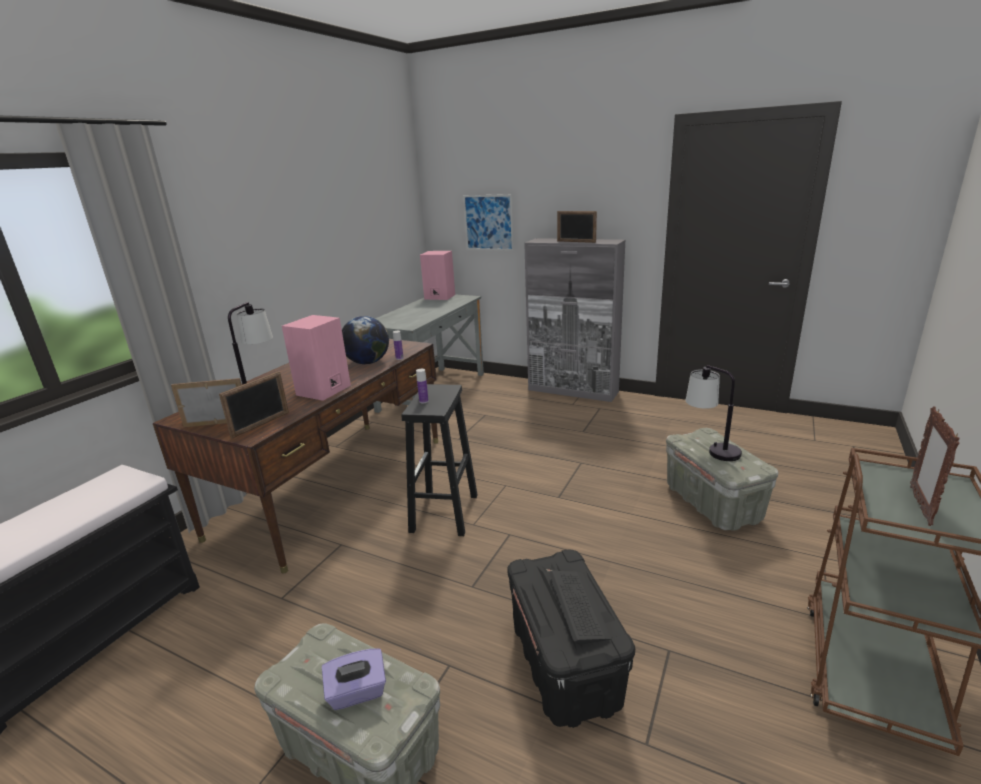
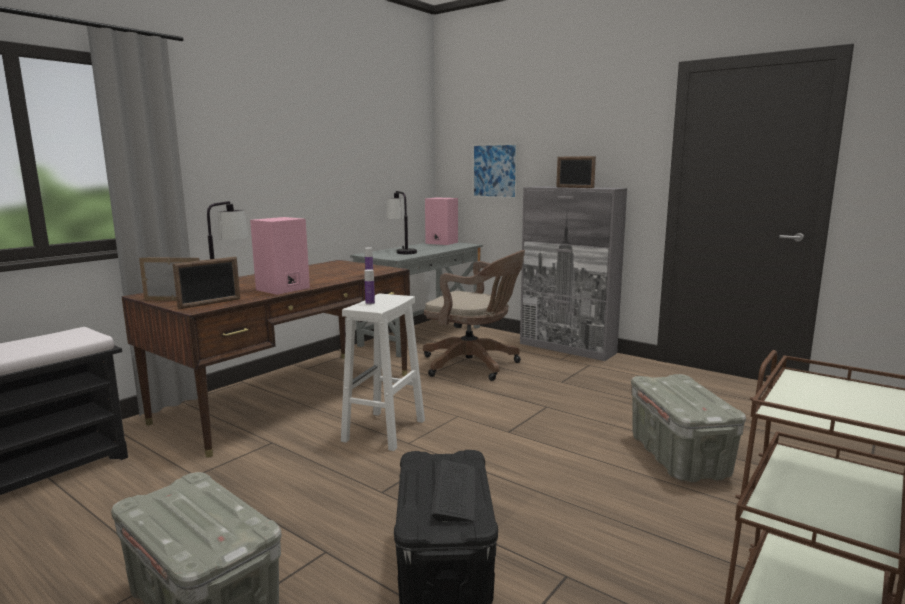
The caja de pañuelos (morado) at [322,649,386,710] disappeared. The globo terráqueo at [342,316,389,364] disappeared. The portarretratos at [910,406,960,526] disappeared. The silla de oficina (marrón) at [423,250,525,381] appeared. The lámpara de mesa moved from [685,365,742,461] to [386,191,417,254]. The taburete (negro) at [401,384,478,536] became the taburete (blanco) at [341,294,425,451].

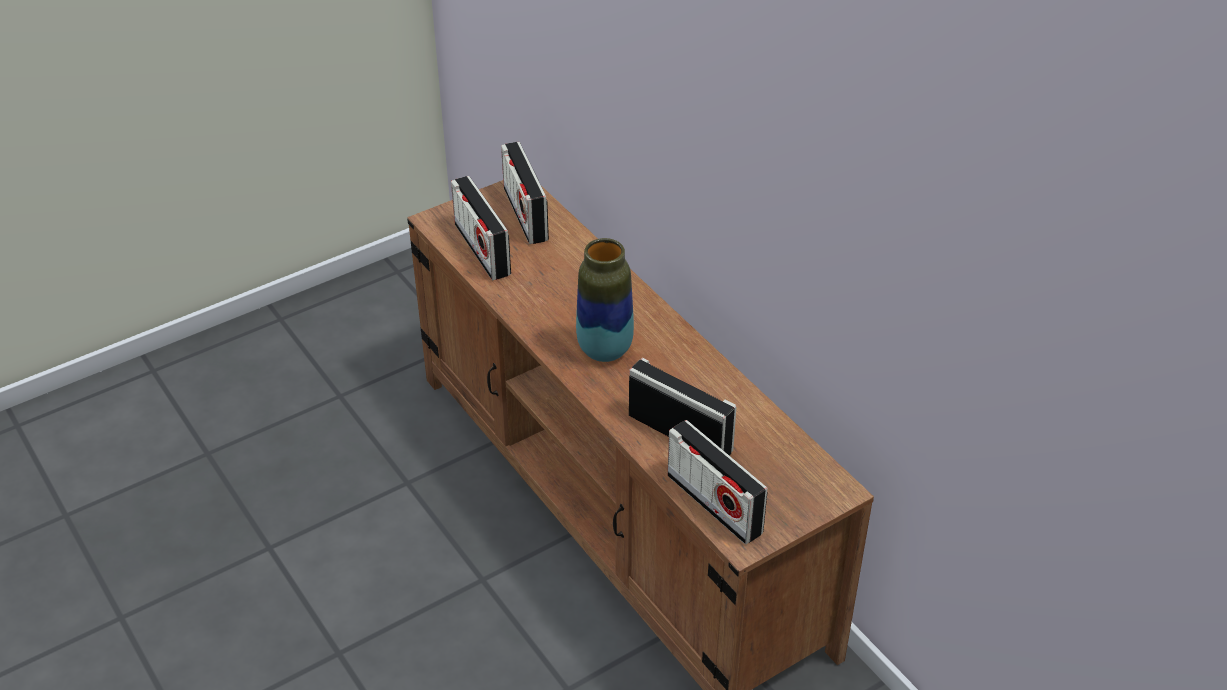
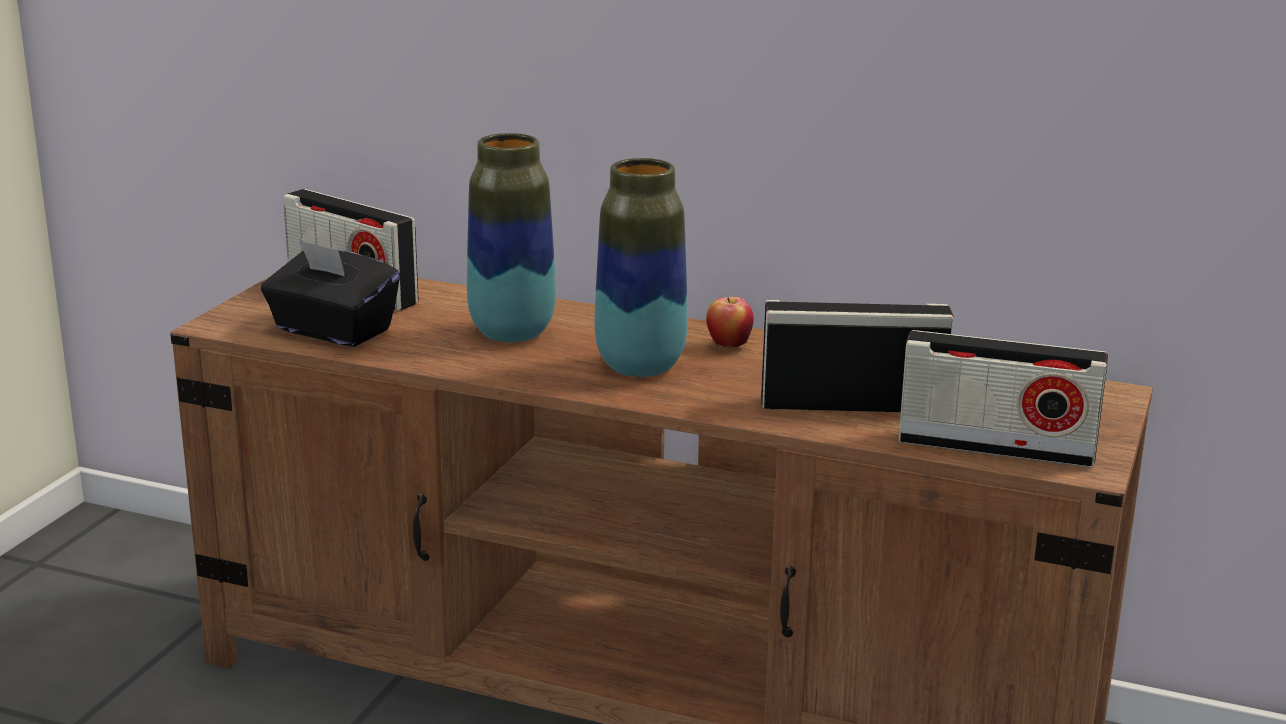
The florero at [467,133,556,342] appeared. The manzana at [706,297,754,347] appeared. The radio at [451,176,511,280] was replaced by the caja de pañuelos (negro) at [261,240,400,347].

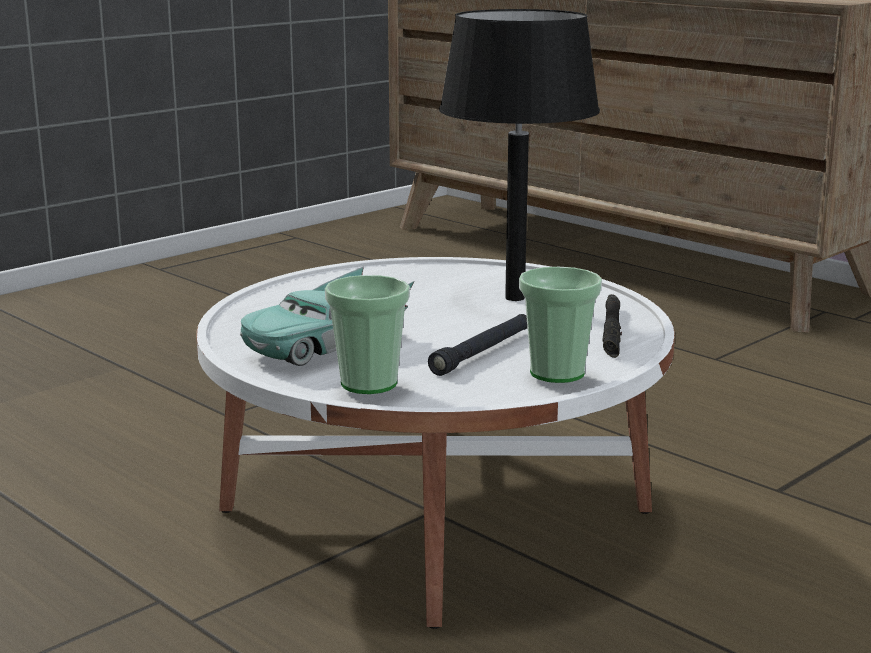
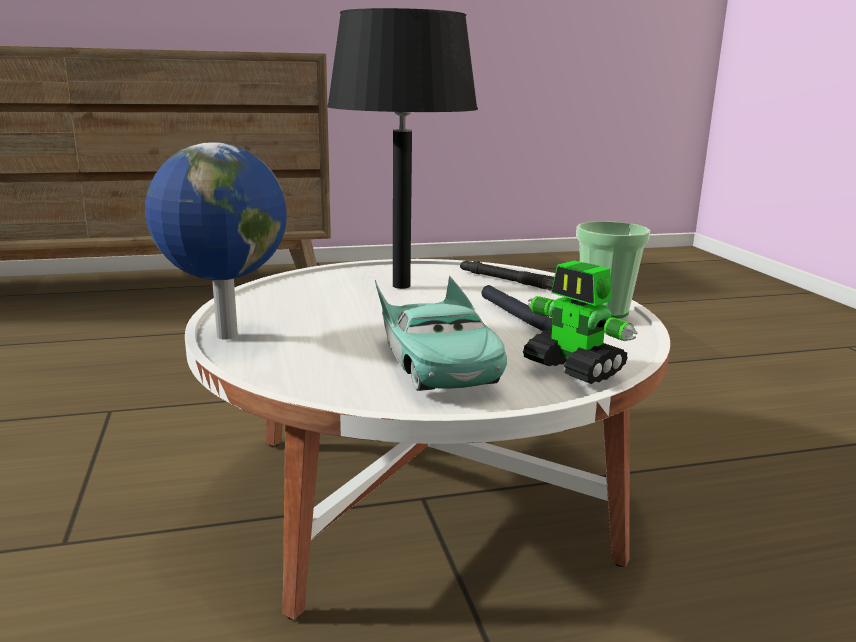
The globo terráqueo at [145,142,287,340] appeared. The taza at [325,275,410,394] was replaced by the robot de juguete at [523,260,637,384].

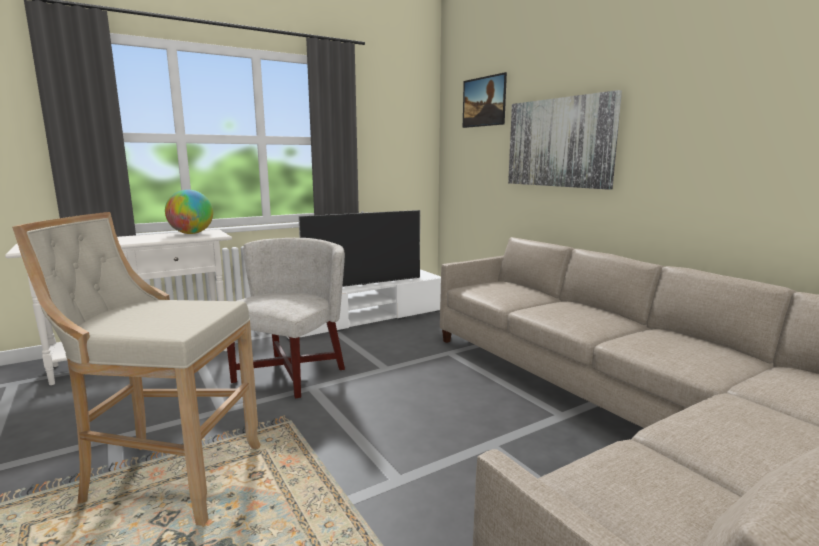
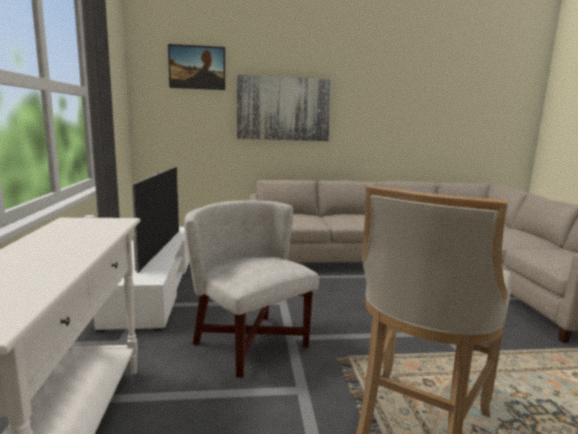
The globo terráqueo at [165,190,213,234] disappeared.

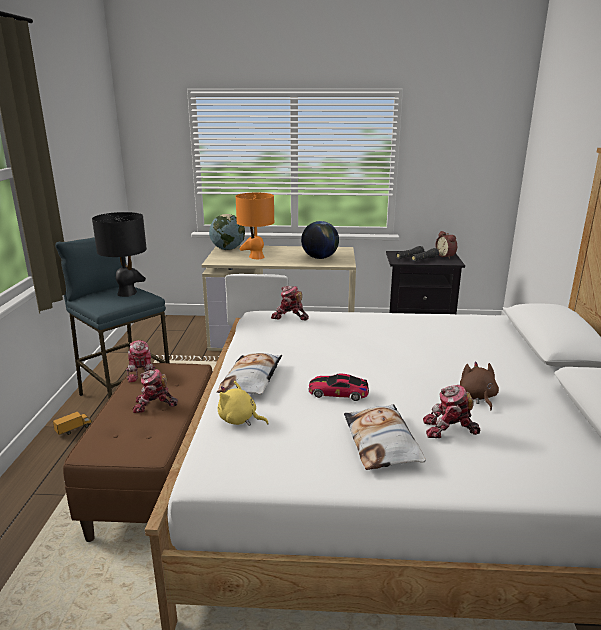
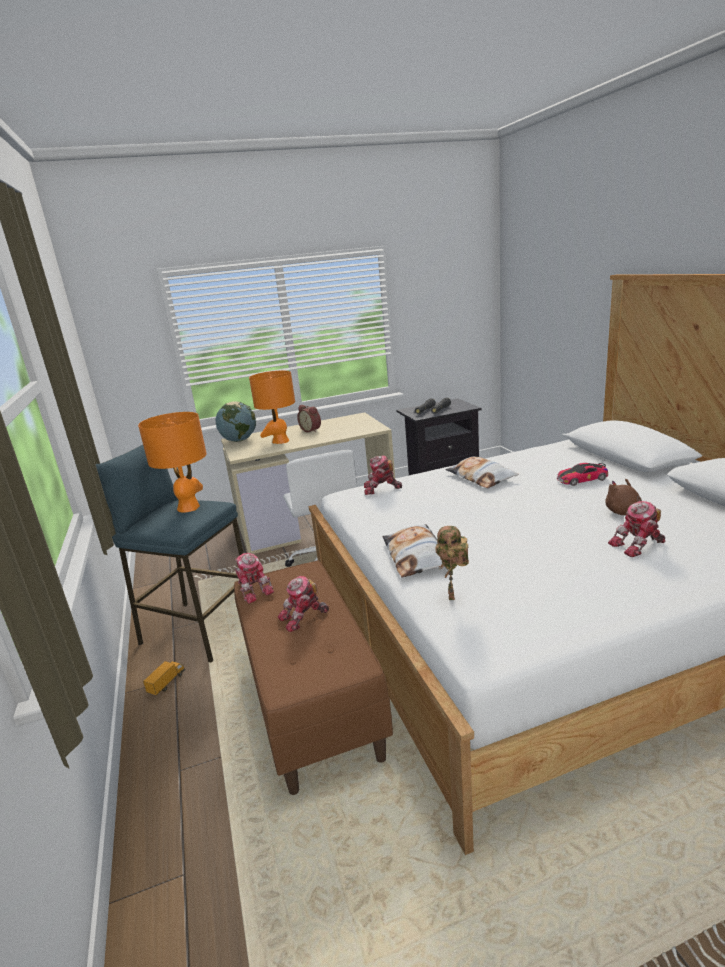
The globo terráqueo at [301,221,339,259] disappeared. The coche de juguete moved from [309,373,369,401] to [557,463,608,486]. The cojín moved from [344,404,426,470] to [445,456,519,488]. The despertador moved from [435,231,457,259] to [297,405,321,433]. The peluche (amarillo) at [218,381,269,426] was replaced by the robot de juguete at [435,526,469,600]. The lámpara de mesa (negro) at [92,212,147,297] became the lámpara de mesa (naranja) at [138,412,207,513].

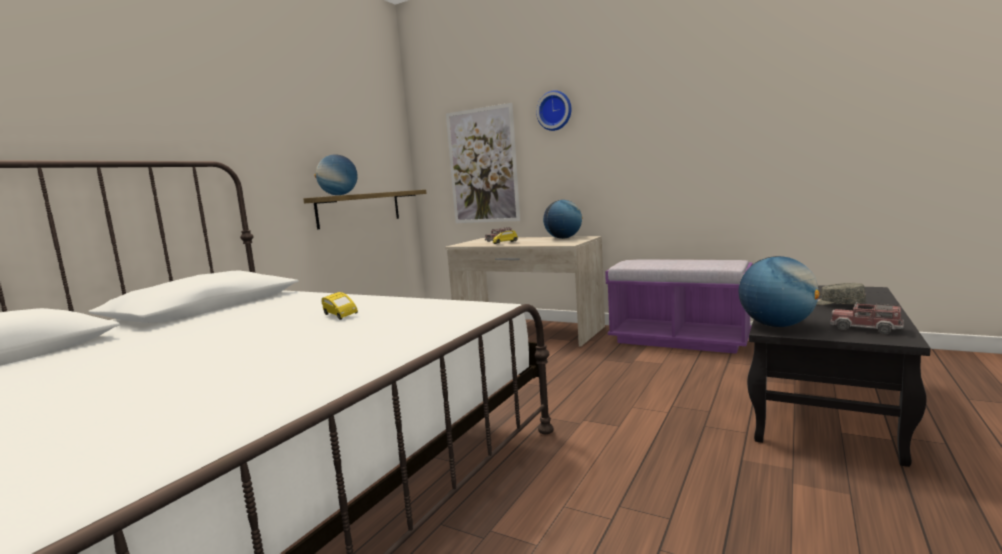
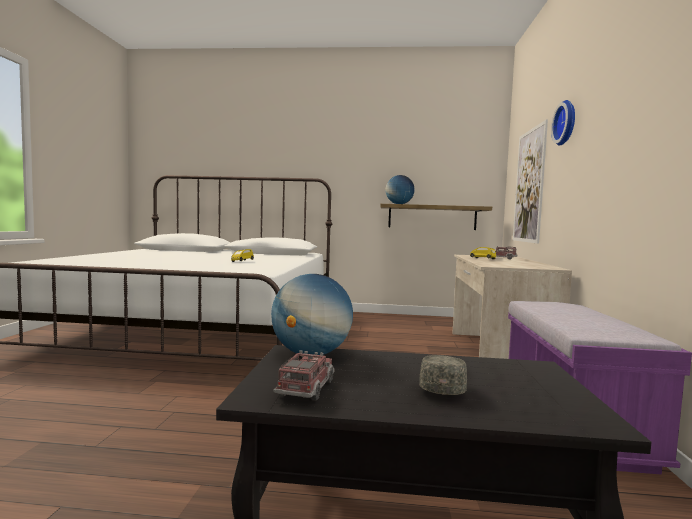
The globo terráqueo at [543,200,583,239] disappeared.

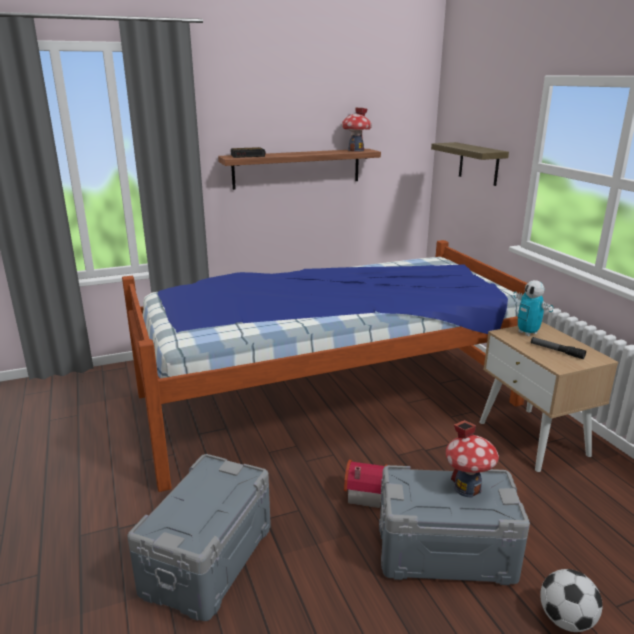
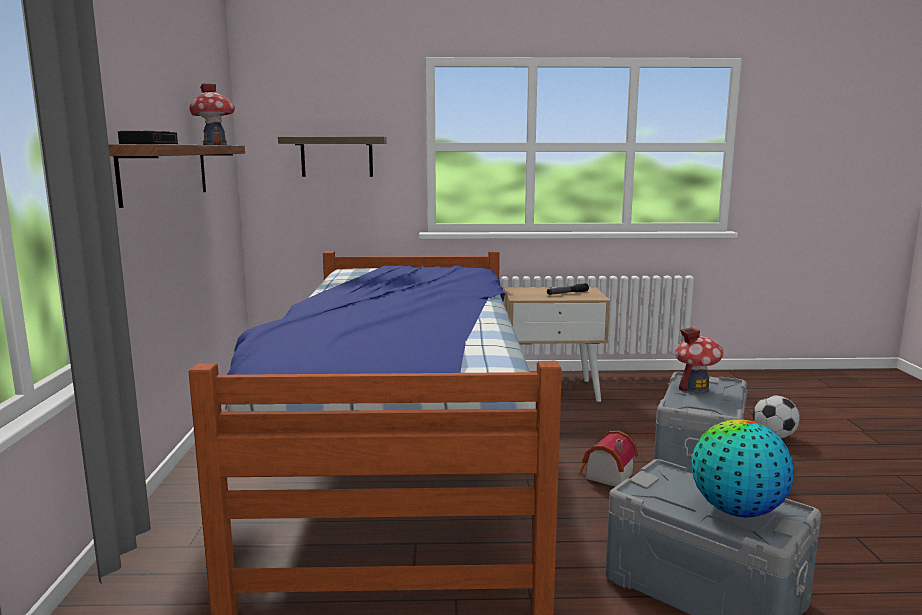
The robot de juguete at [514,280,554,336] disappeared. The globo terráqueo at [692,420,794,517] appeared.

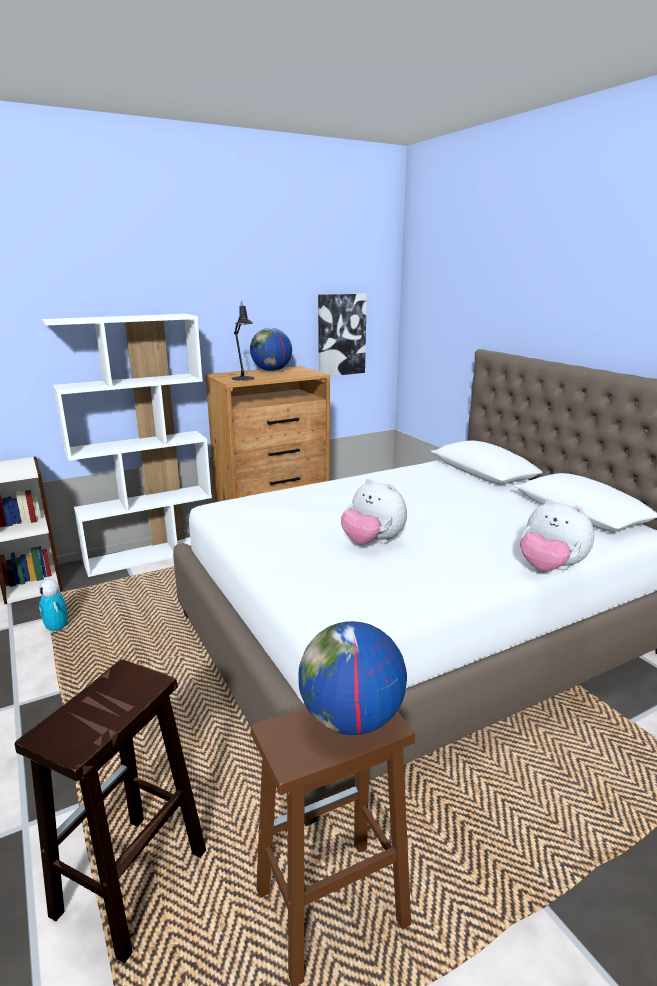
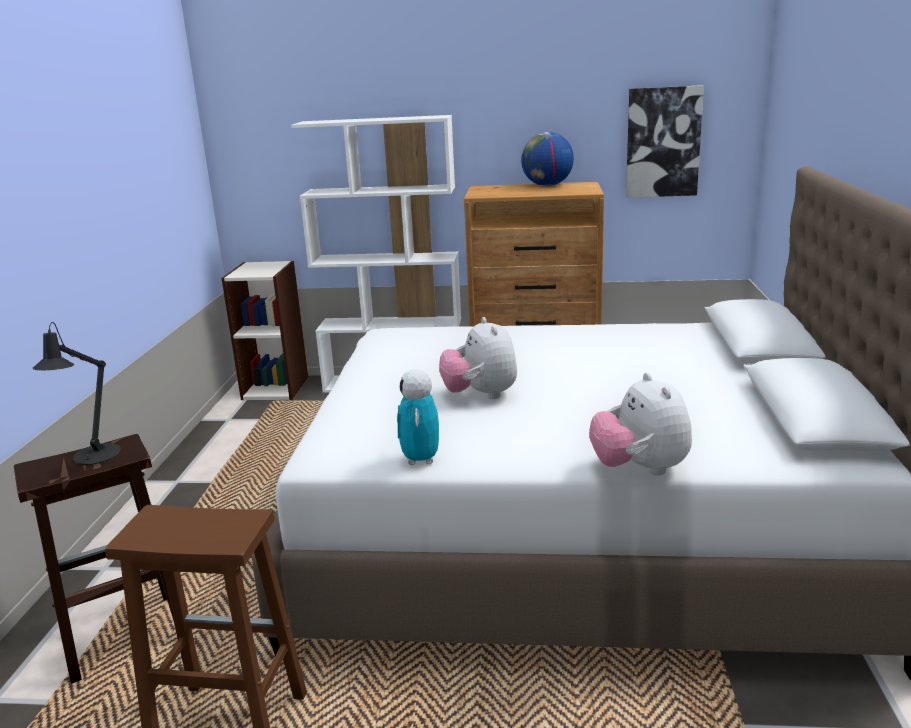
The globo terráqueo at [299,621,407,735] disappeared. The robot de juguete moved from [39,579,68,633] to [397,369,439,465]. The lámpara de mesa (negro) moved from [232,301,254,381] to [33,322,121,465].

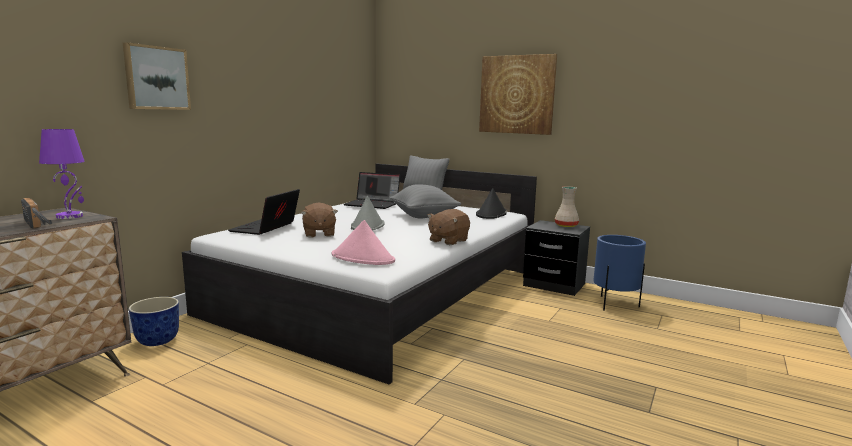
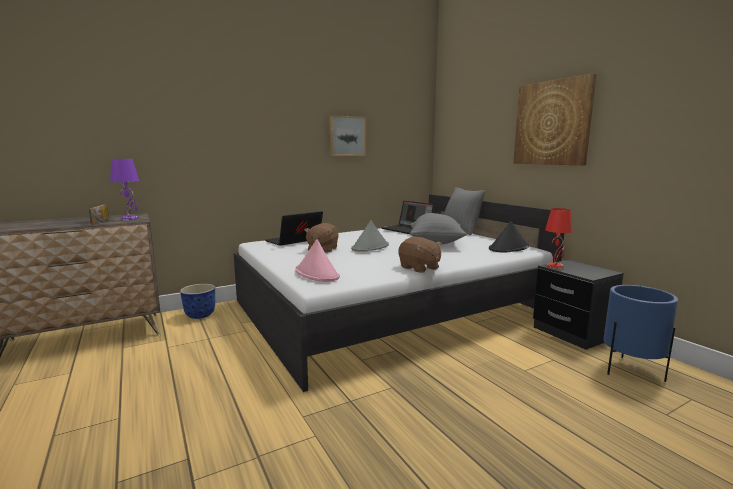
The florero (beis) at [554,186,579,227] disappeared. The lámpara de mesa (rojo) at [545,208,573,269] appeared. The cuadro moved from [123,42,191,110] to [329,115,366,156]. The peluche (marrón) at [427,209,470,245] turned 105 degrees counterclockwise.

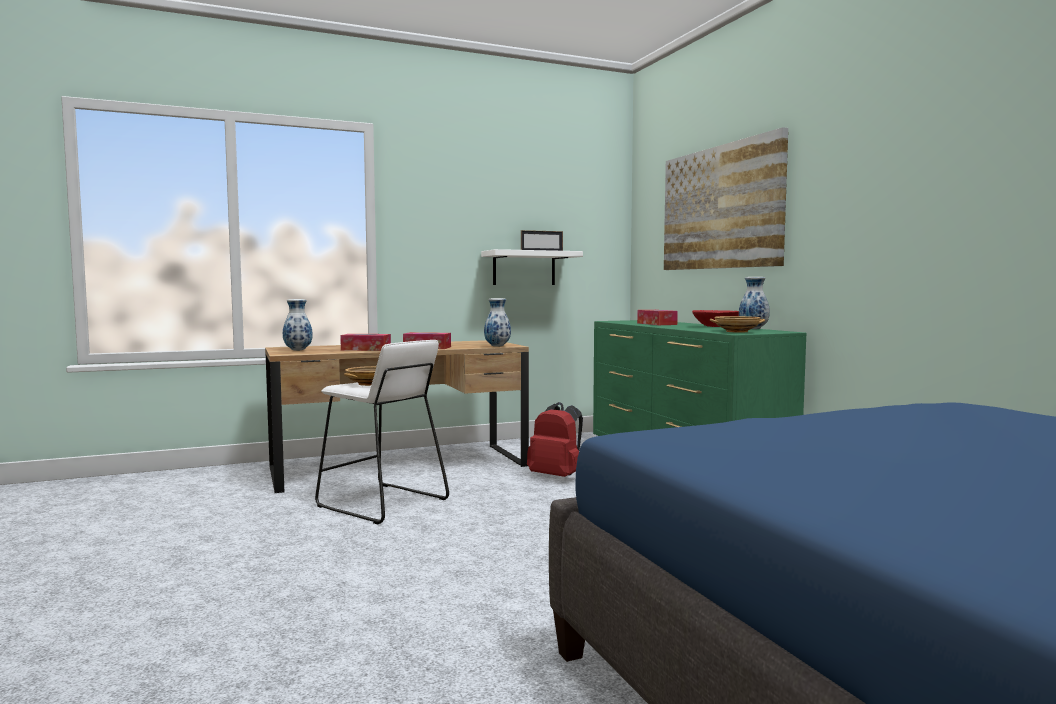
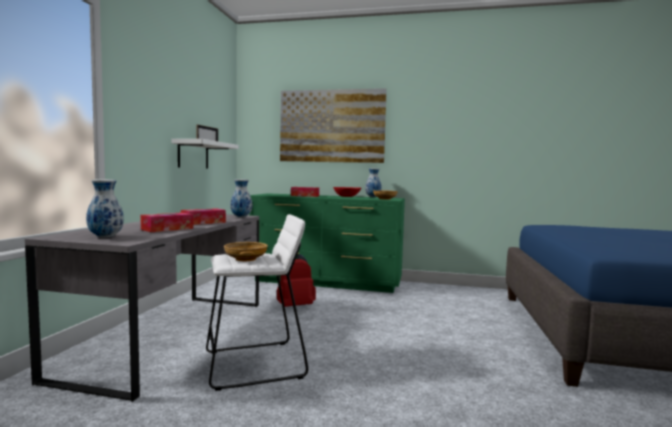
The escritorio (marrón) at [265,340,529,493] became the escritorio (gris) at [25,214,259,402].

